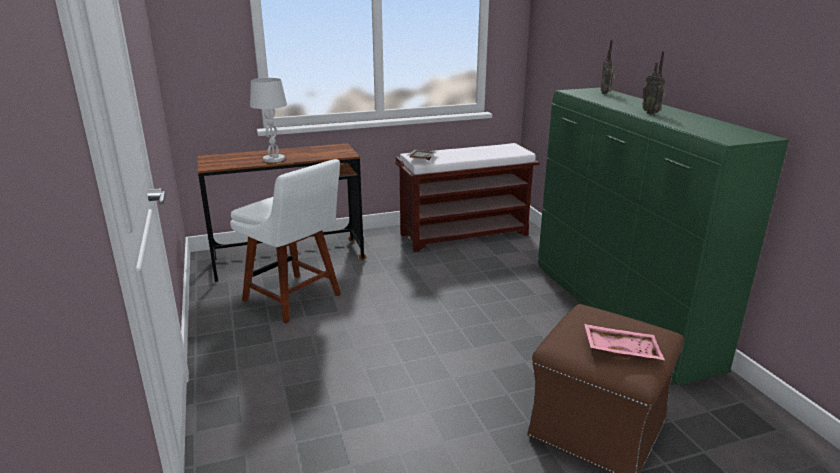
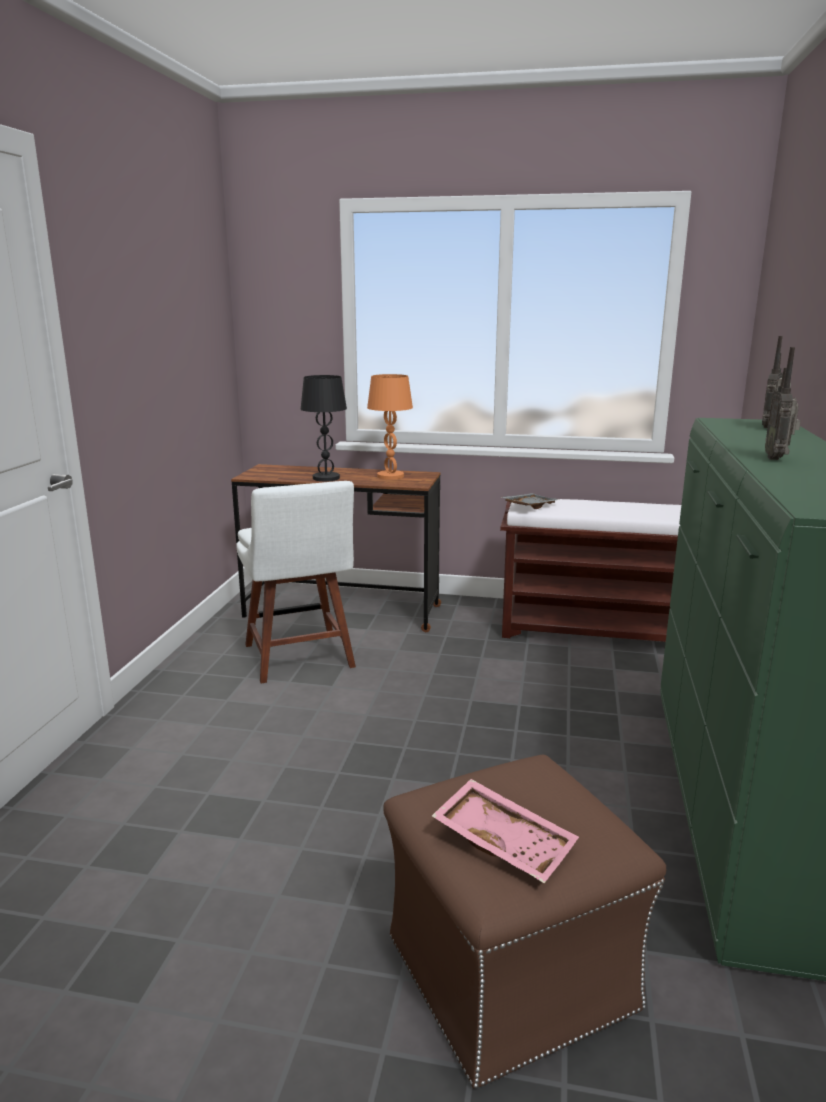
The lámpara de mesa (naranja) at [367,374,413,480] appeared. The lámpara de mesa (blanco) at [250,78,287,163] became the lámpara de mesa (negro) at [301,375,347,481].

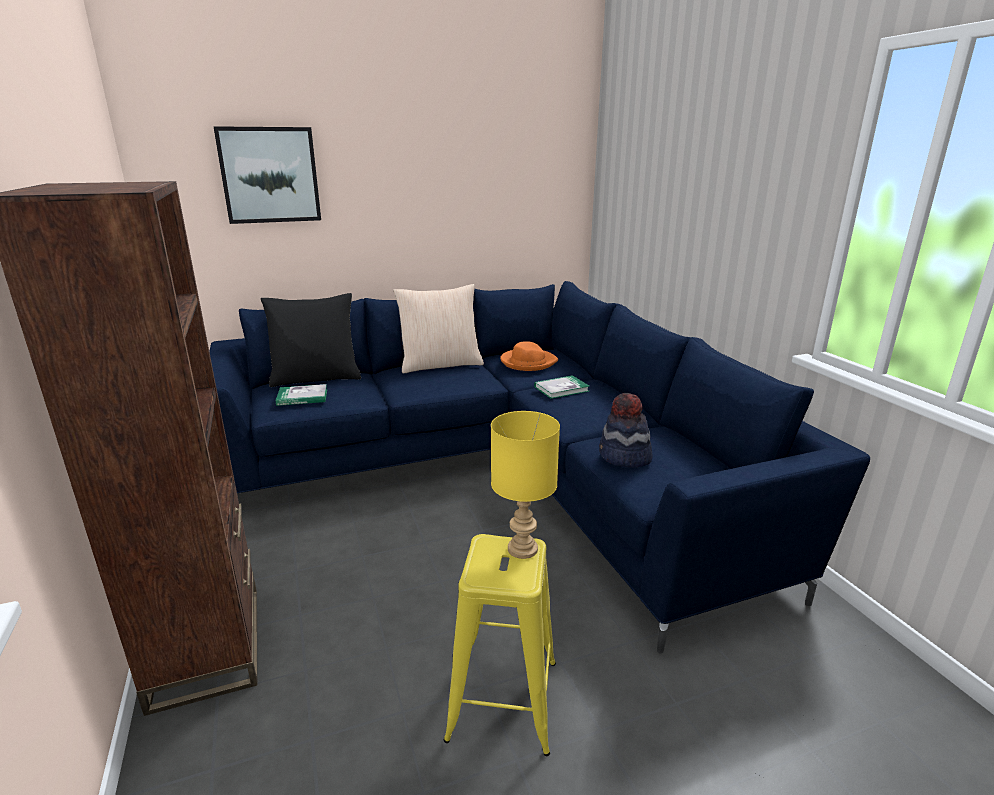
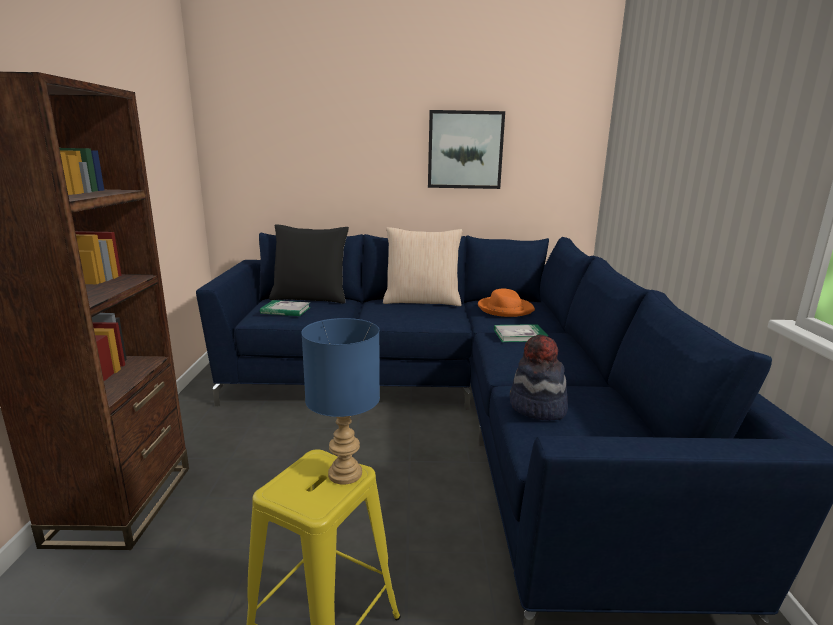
The cuadro moved from [213,126,321,224] to [428,110,505,189]. The lámpara de mesa (amarillo) at [491,411,560,559] became the lámpara de mesa (azul) at [301,318,380,485].

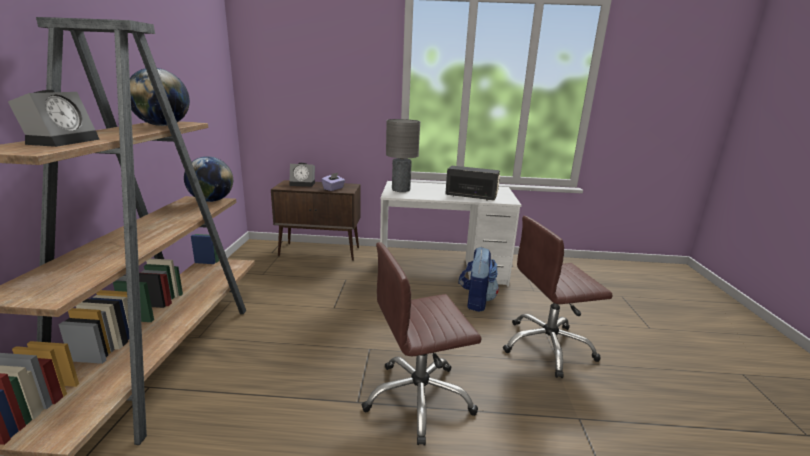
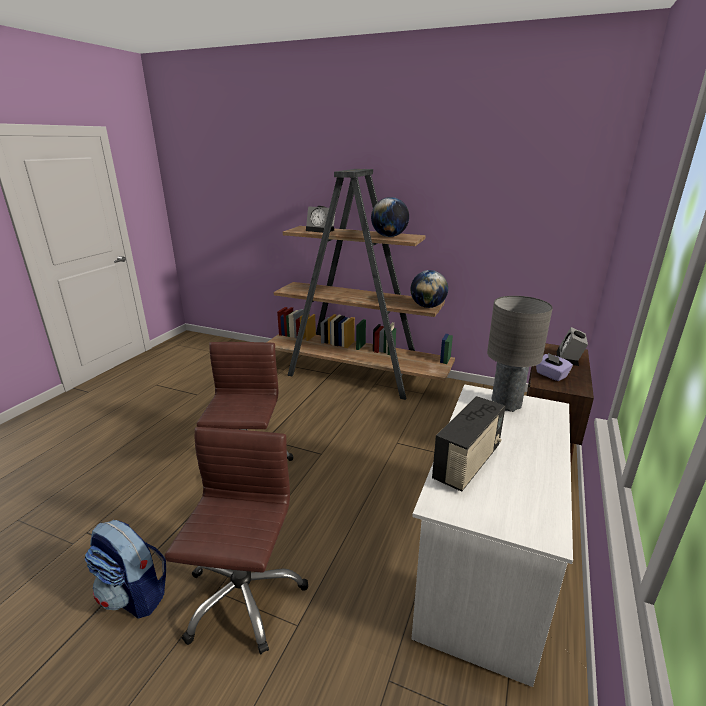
The mochila moved from [458,247,499,312] to [84,520,166,619].

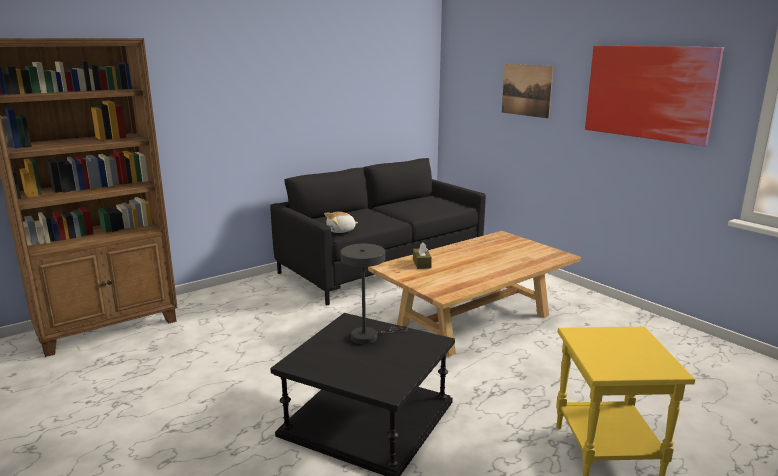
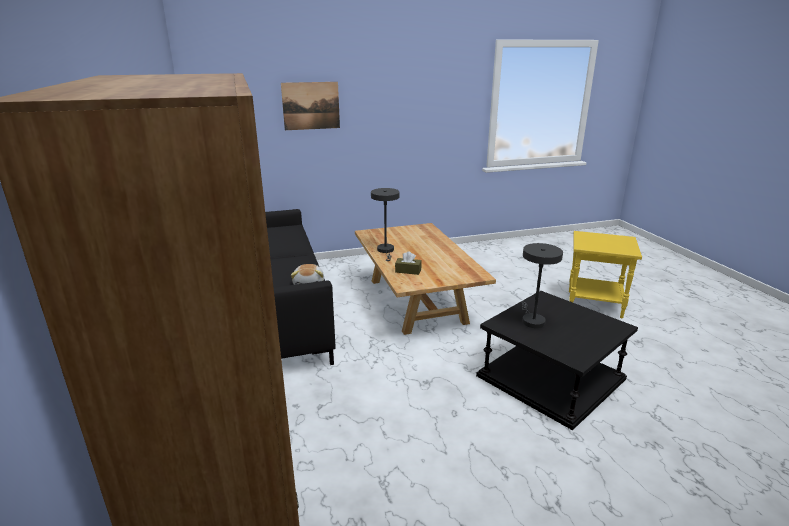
The cuadro at [585,46,724,146] disappeared. The lámpara de mesa (gris) at [371,188,400,261] appeared.

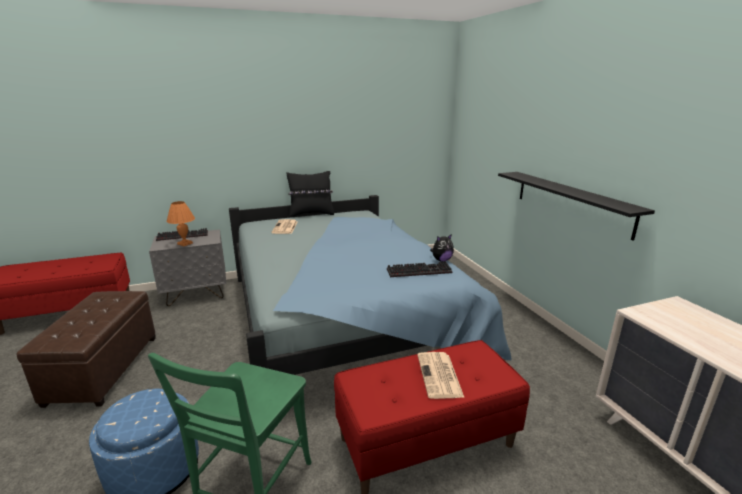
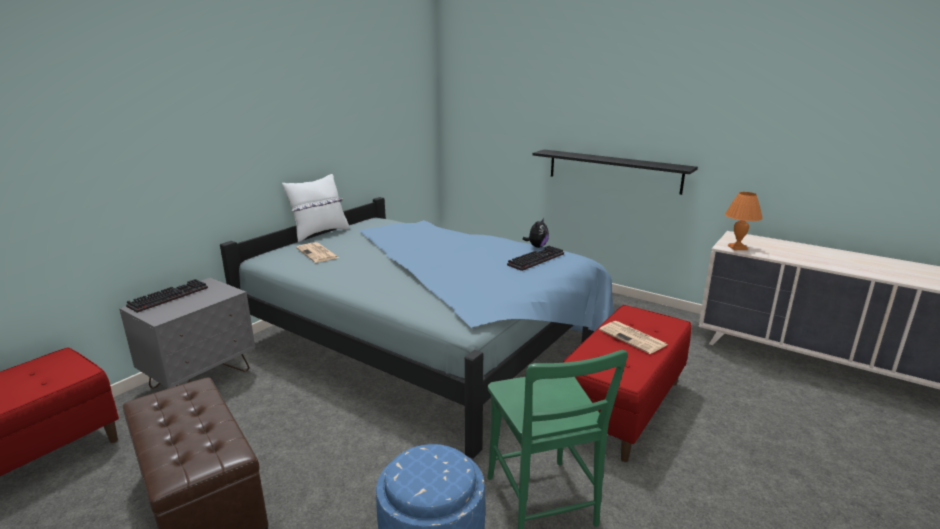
The lámpara de mesa (naranja) moved from [166,201,195,246] to [725,192,763,250]. The cojín (negro) at [287,171,334,217] became the cojín (blanco) at [282,174,349,242].

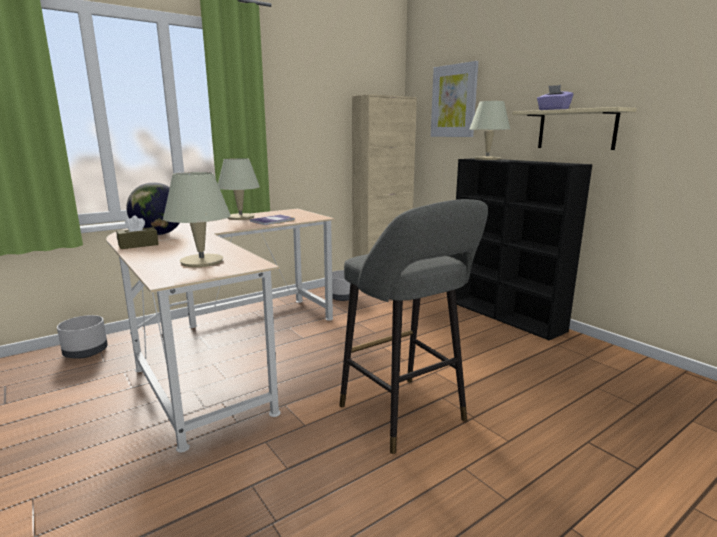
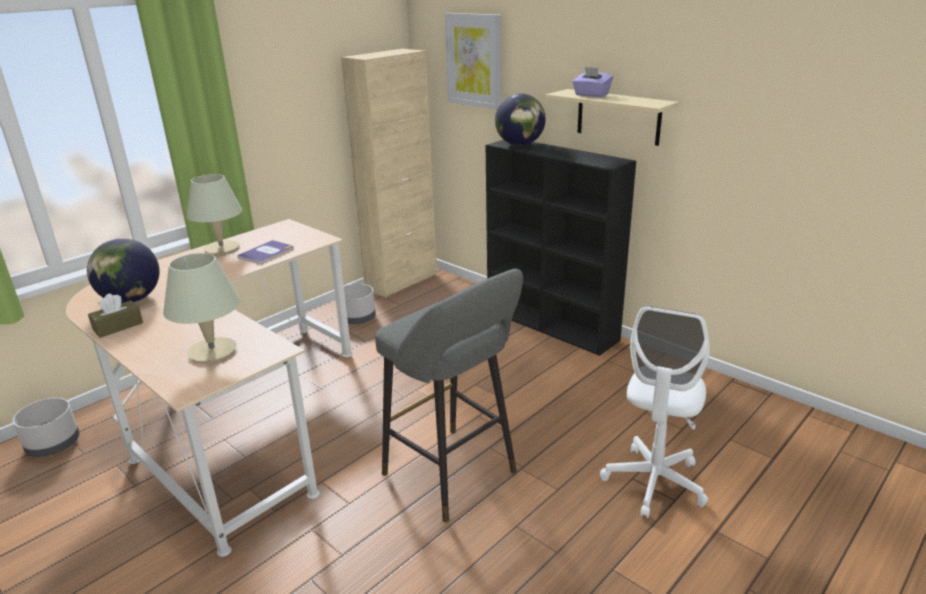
The silla de oficina (blanco) at [600,306,709,518] appeared. The lámpara de mesa (beis) at [469,101,510,160] was replaced by the globo terráqueo at [495,93,546,146].

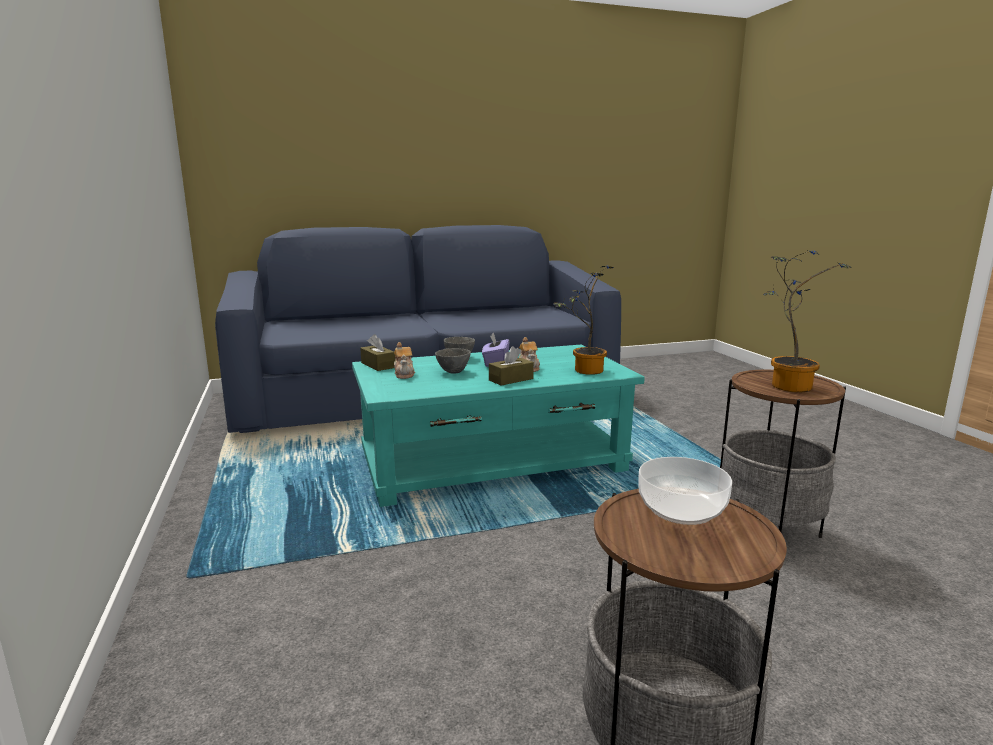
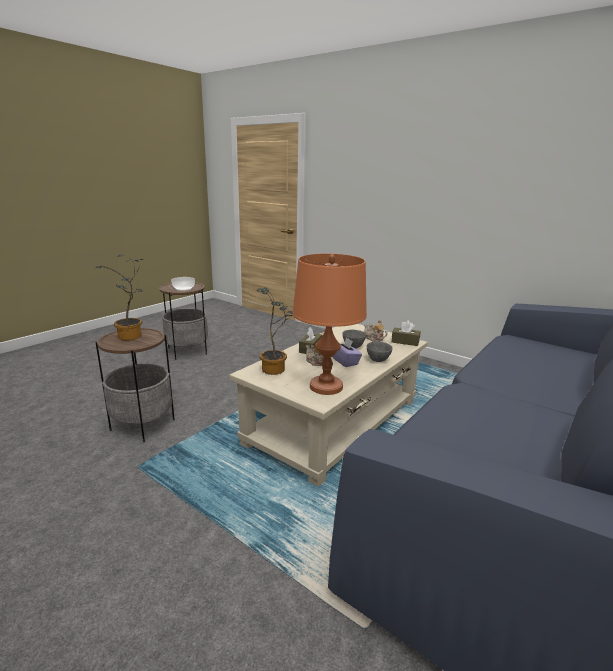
The lámpara de mesa (naranja) at [292,254,367,395] appeared. The mesa de centro (turquesa) at [352,344,645,507] became the mesa de centro (beis) at [229,324,428,487].

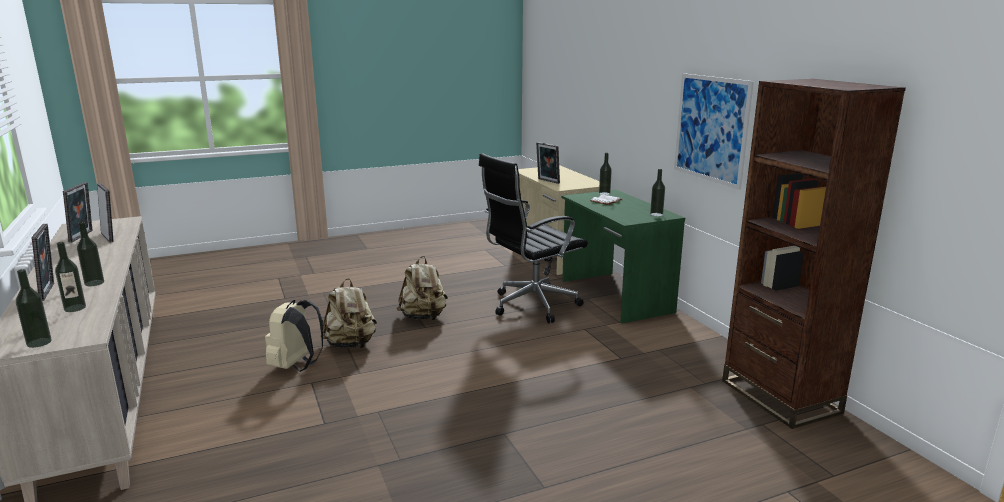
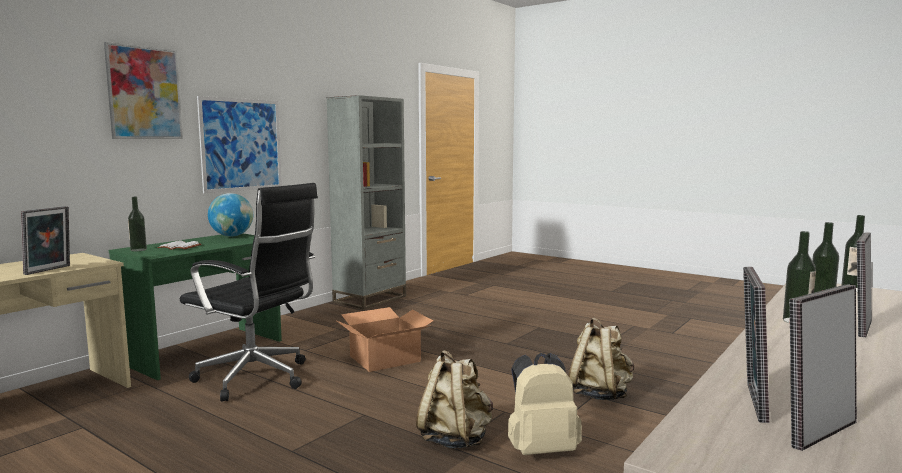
The cuadro at [104,42,183,139] appeared. The caja de cartón at [337,307,433,372] appeared. The mochila (beis) moved from [397,256,448,320] to [568,317,634,400]. The botella at [650,169,665,216] was replaced by the globo terráqueo at [208,193,253,237]. The estantería (marrón) at [722,79,906,429] became the estantería (gris) at [326,95,406,310].

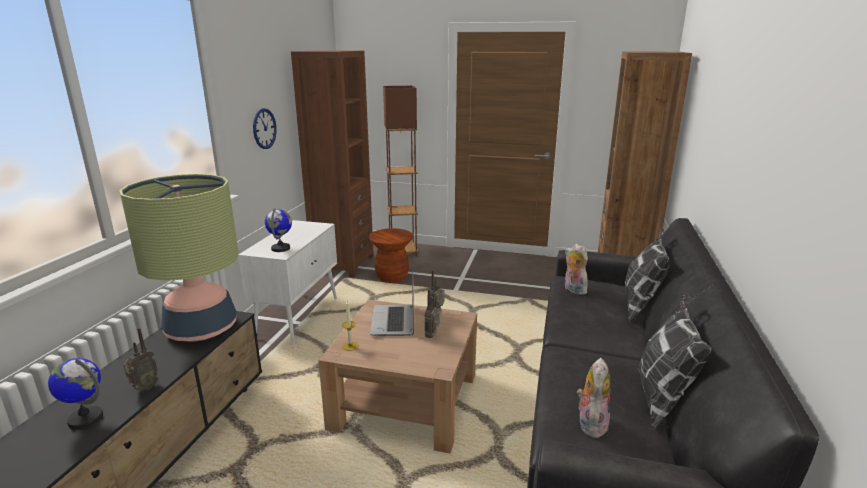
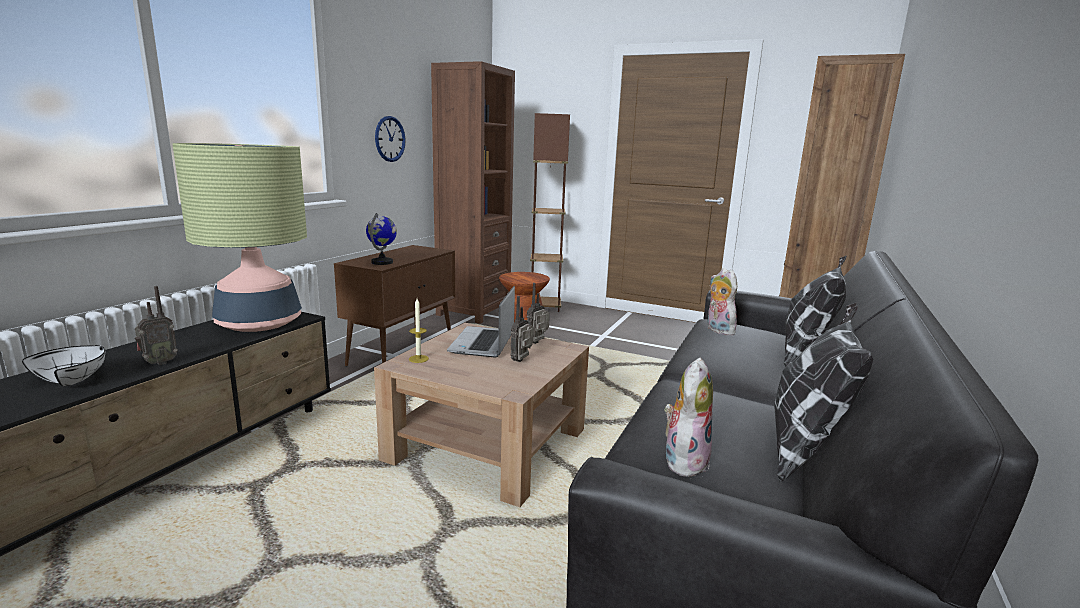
The globo terráqueo at [48,358,103,430] was replaced by the cuenco (blanco) at [22,345,105,386]. The armario (blanco) at [238,220,337,345] became the armario (marrón) at [334,245,455,367].

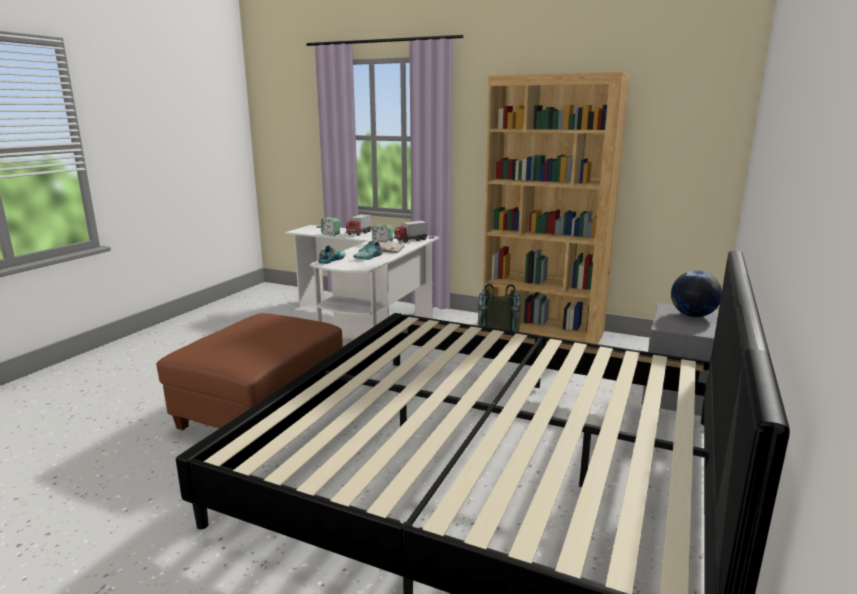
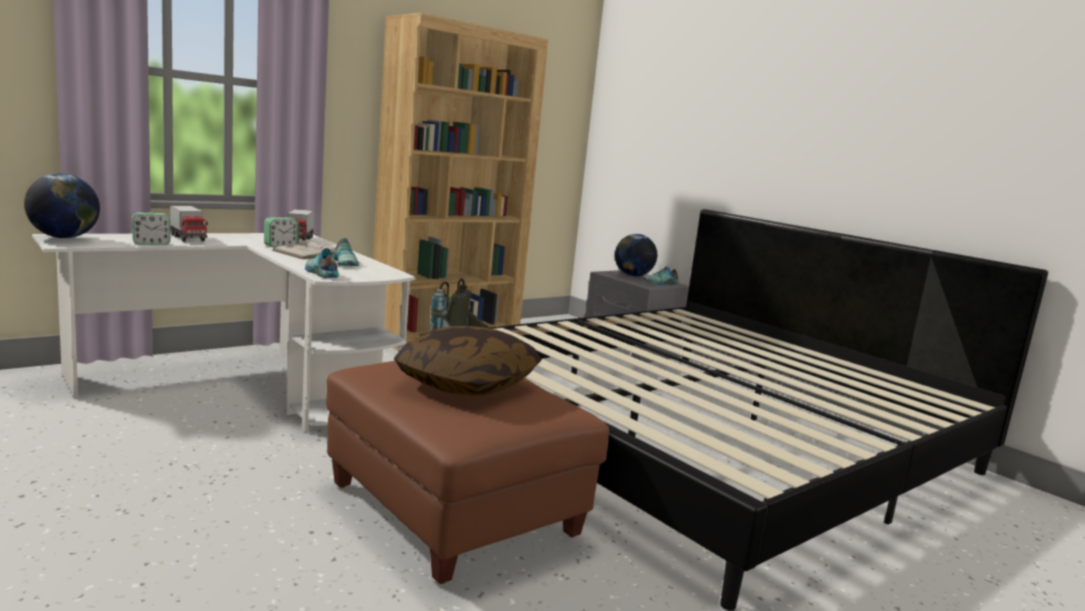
The globo terráqueo at [24,173,100,238] appeared. The cojín at [394,326,542,396] appeared. The zapato at [643,266,679,285] appeared.

